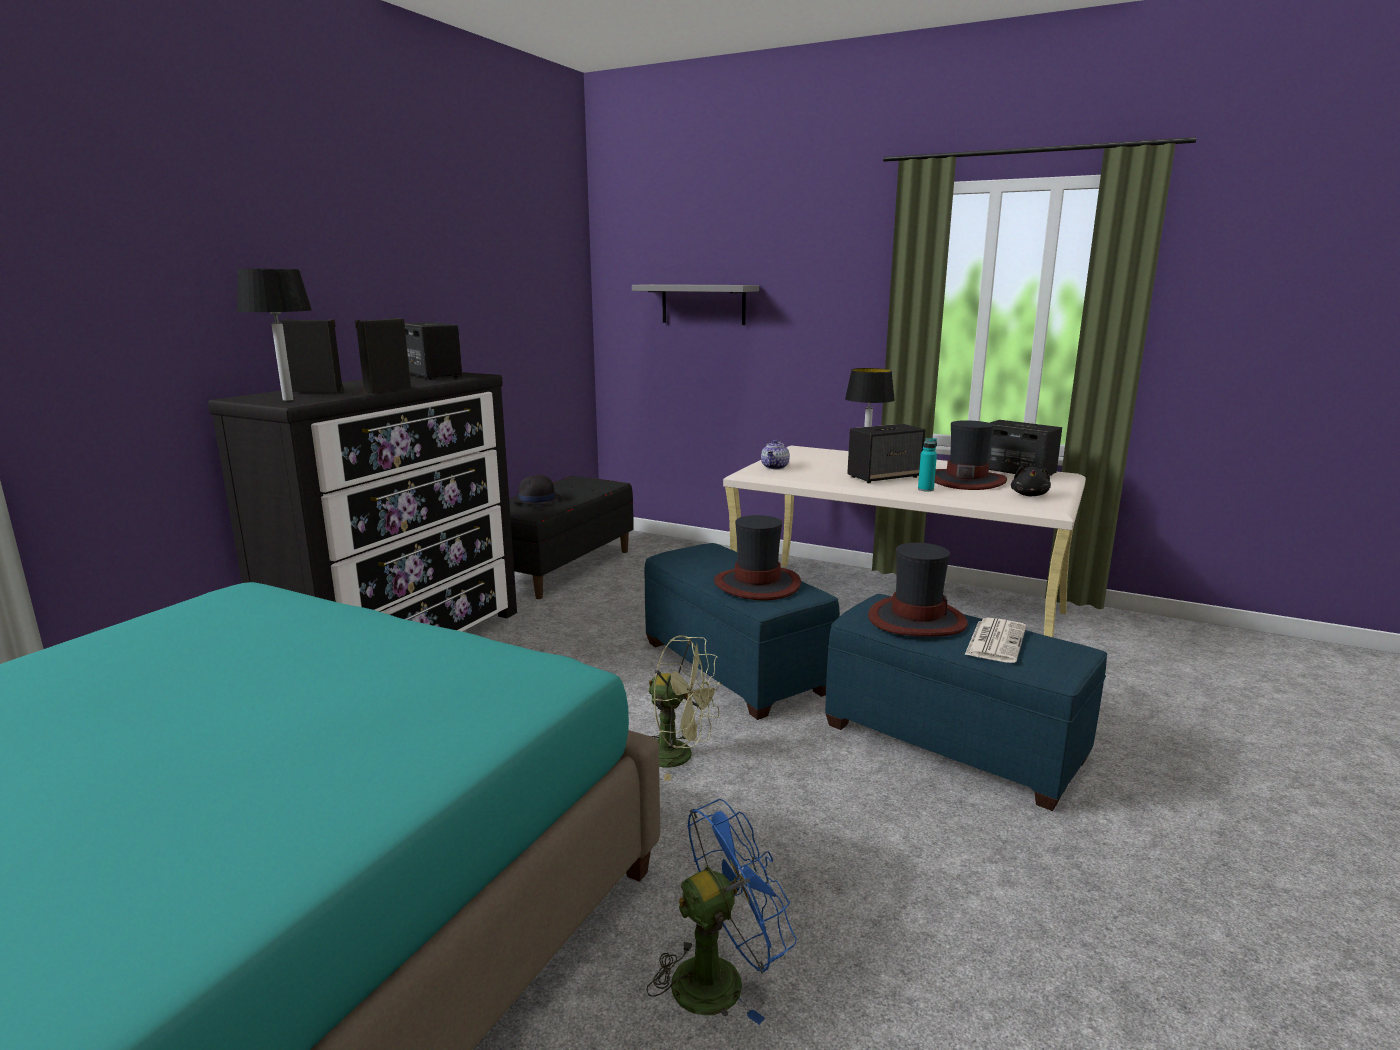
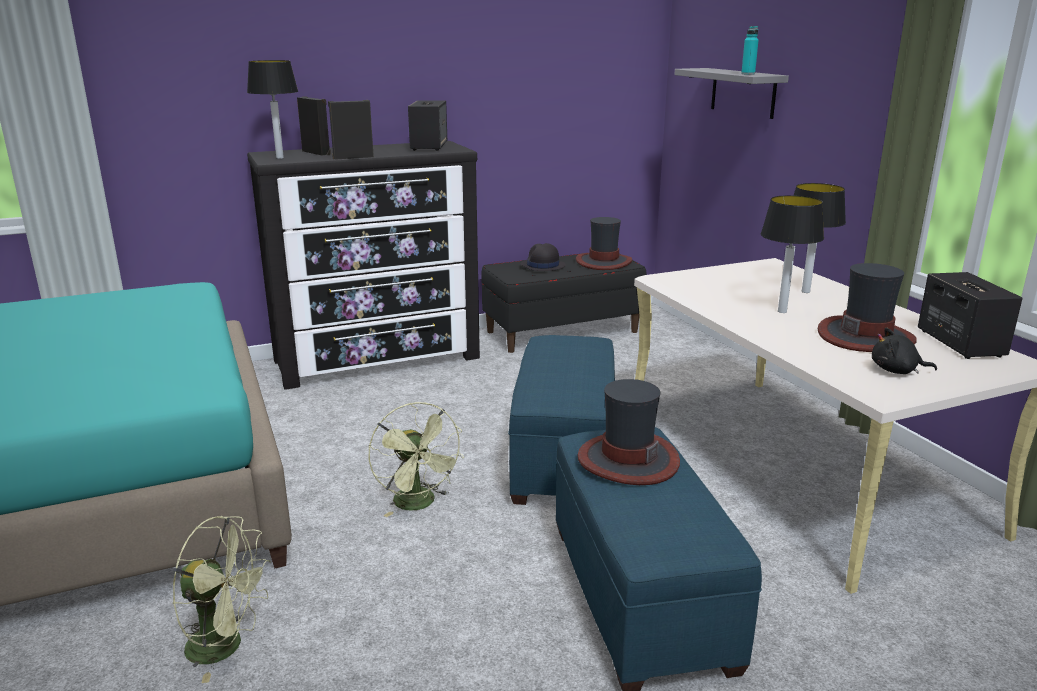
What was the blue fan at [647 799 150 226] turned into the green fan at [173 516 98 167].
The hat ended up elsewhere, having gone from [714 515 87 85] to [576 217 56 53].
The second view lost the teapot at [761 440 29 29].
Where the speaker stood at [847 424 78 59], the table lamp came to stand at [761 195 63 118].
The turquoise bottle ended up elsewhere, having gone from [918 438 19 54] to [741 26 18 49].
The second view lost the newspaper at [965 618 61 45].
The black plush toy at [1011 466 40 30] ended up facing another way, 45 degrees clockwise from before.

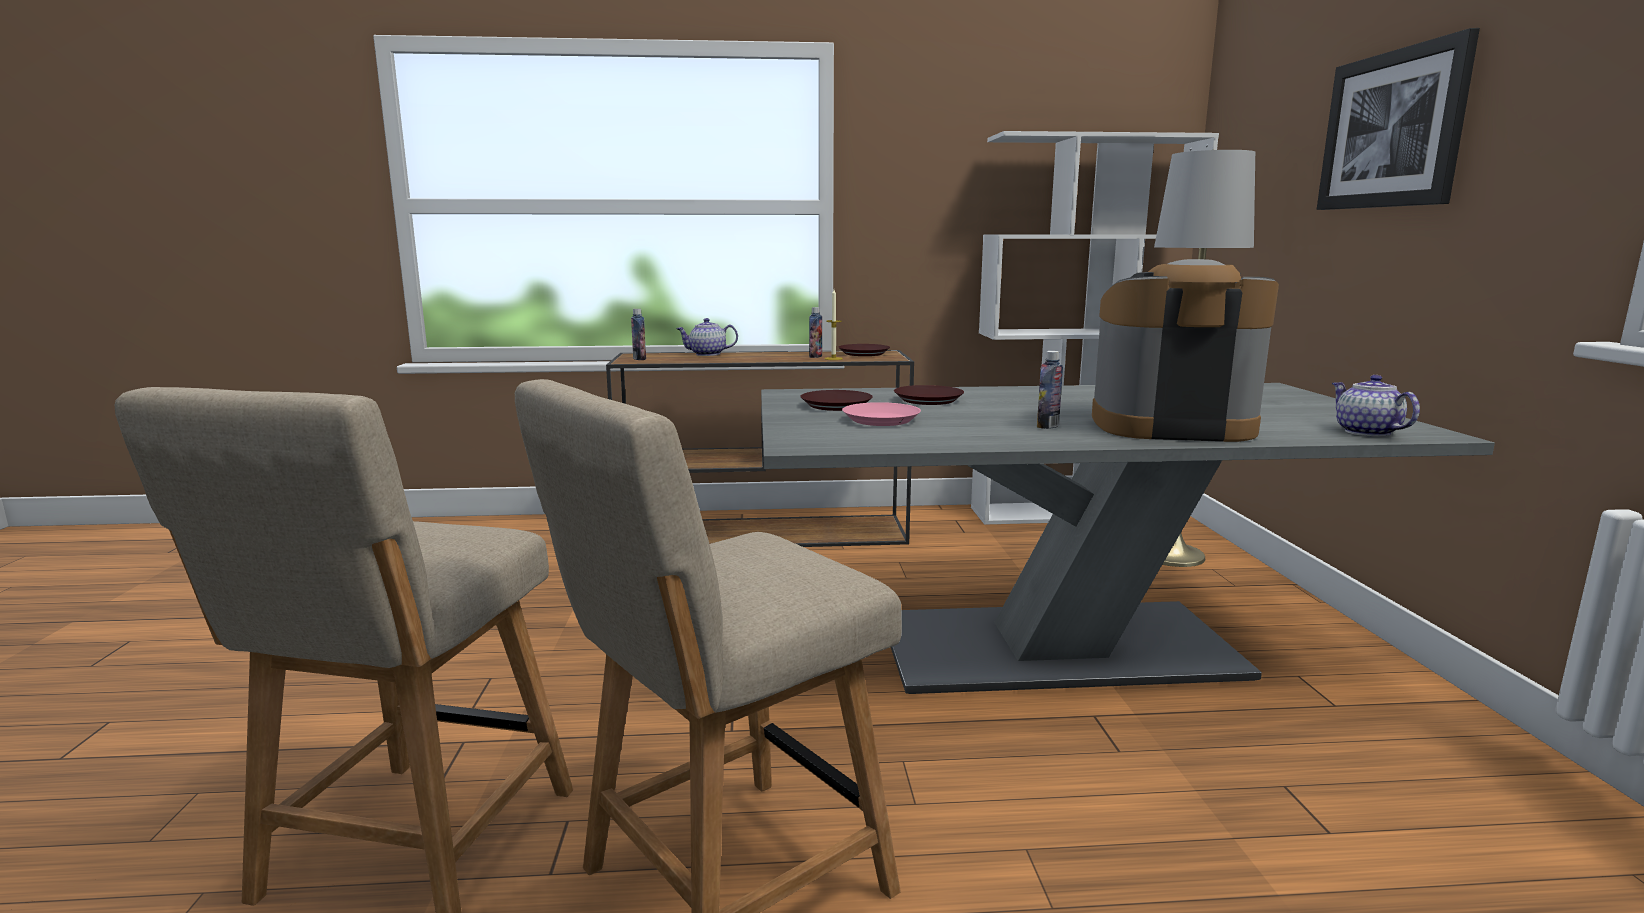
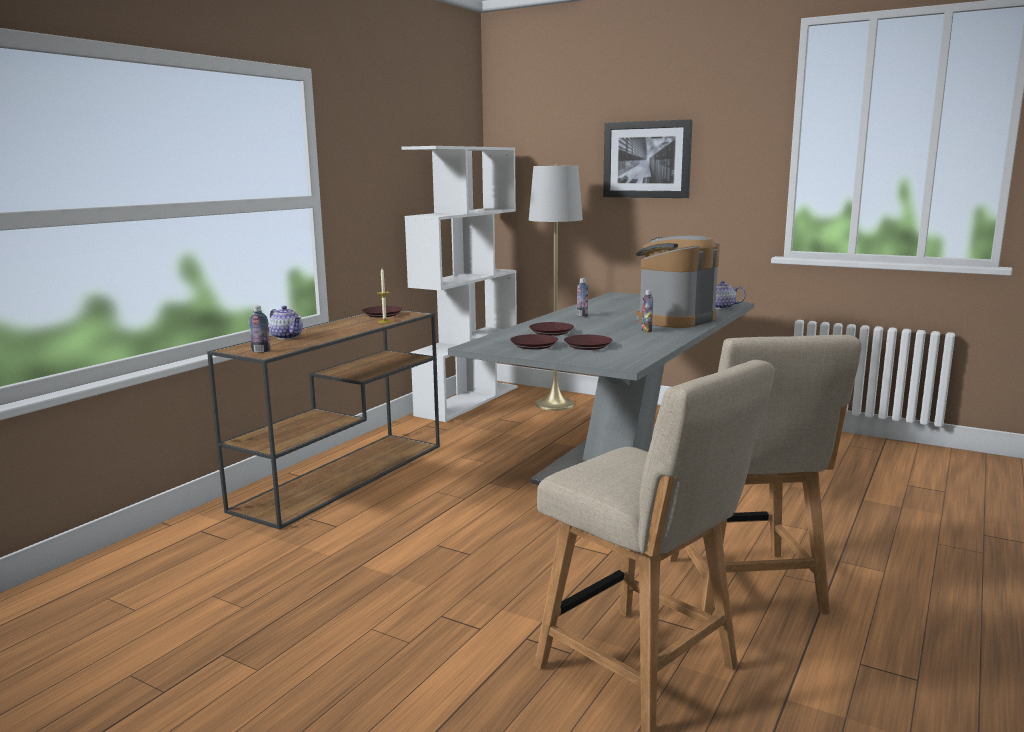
The teapot at [676 318 62 38] ended up facing another way, 75 degrees counterclockwise from before.
The bottle ended up elsewhere, having gone from [809 307 13 51] to [577 278 11 39].
What was the pink plate at [842 402 79 24] turned into the brown plate at [564 335 48 15].

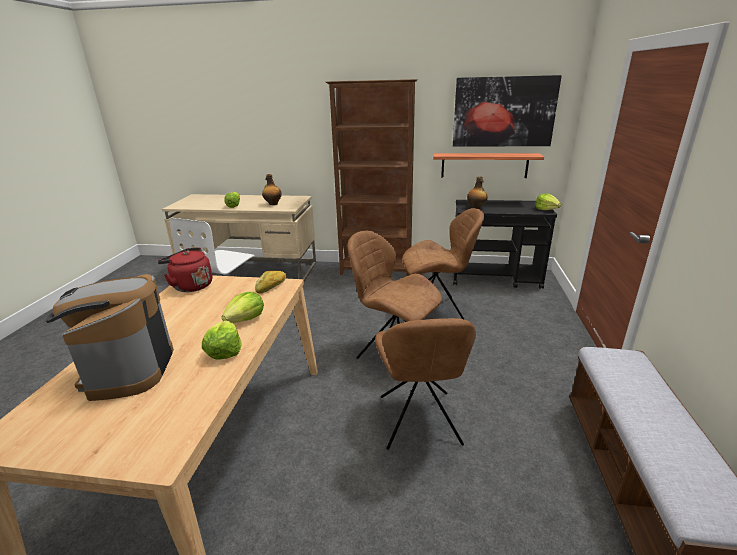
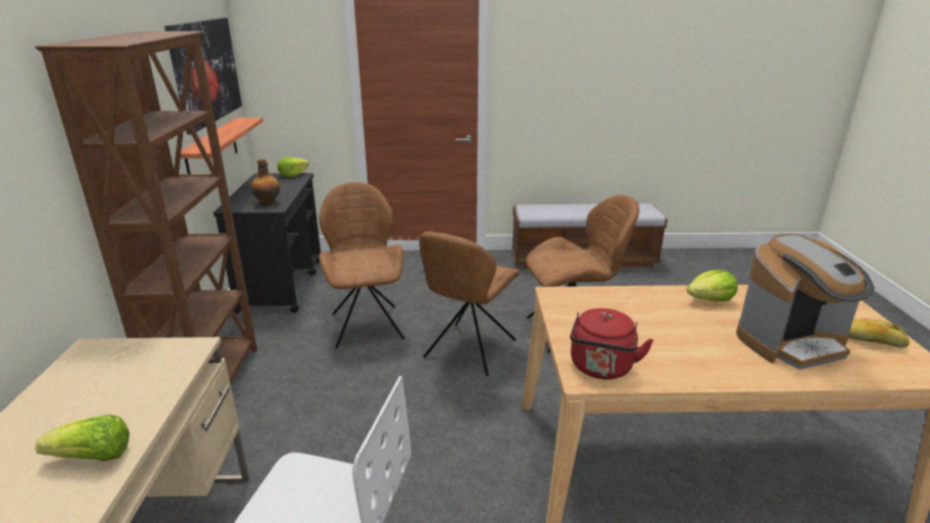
The second view lost the lettuce at [222 292 42 31].
The bread ended up elsewhere, having gone from [255 270 32 24] to [848 320 61 28].
The second view lost the bottle at [262 174 20 31].

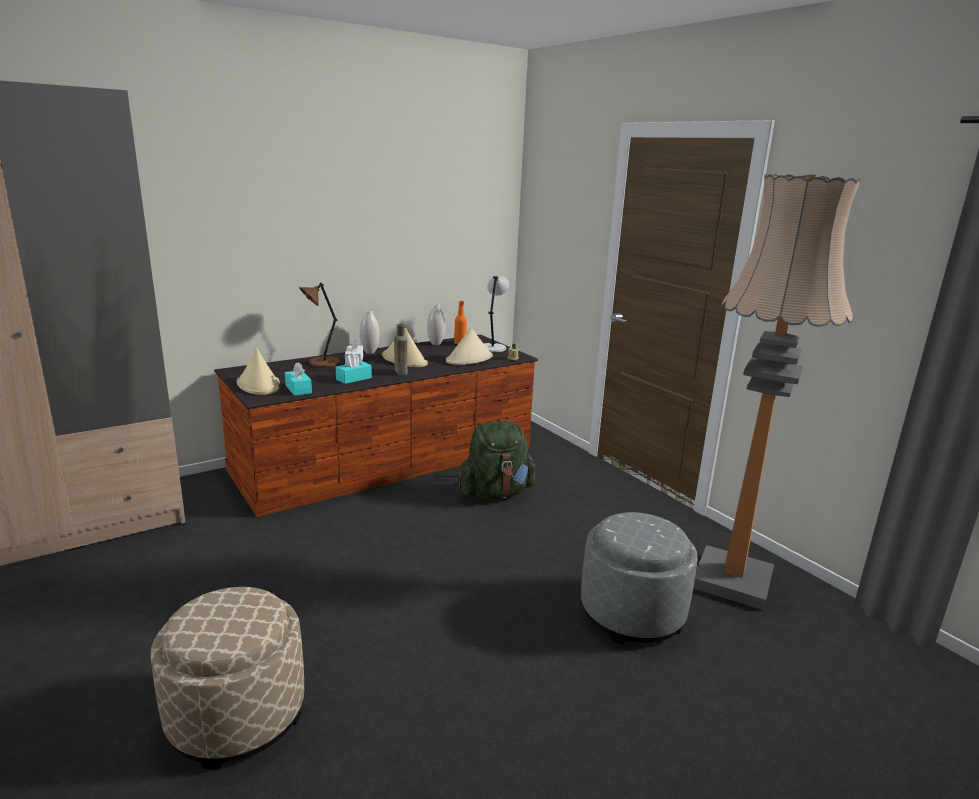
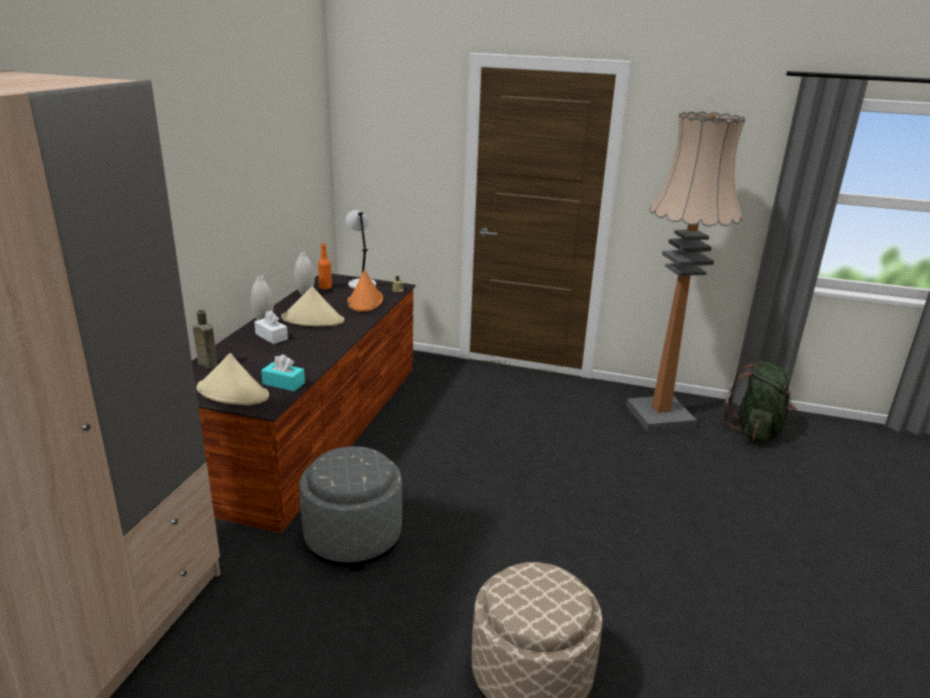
The second view lost the brown table lamp at [299 283 41 85].
The second view lost the turquoise tissue box at [336 353 36 31].
The brown bottle ended up elsewhere, having gone from [394 324 14 51] to [193 310 24 58].
What was the beige hat at [446 327 47 38] turned into the orange hat at [347 270 36 42].
The green backpack ended up elsewhere, having gone from [458 421 78 79] to [723 361 74 81].
The grey ottoman ended up elsewhere, having gone from [581 512 117 133] to [299 446 103 125].

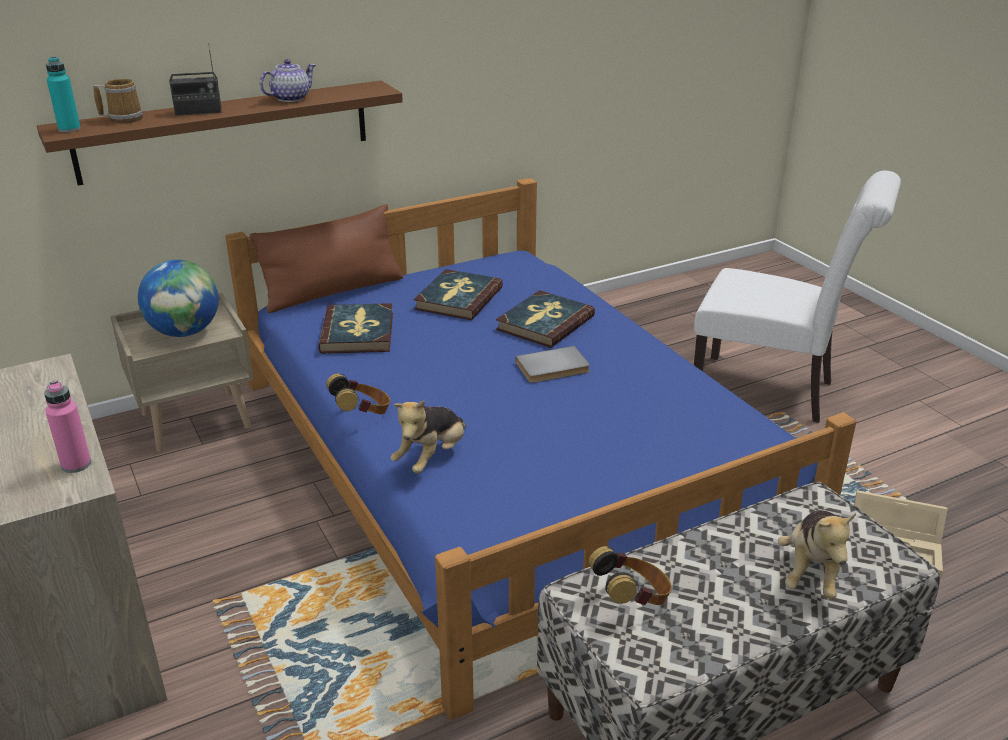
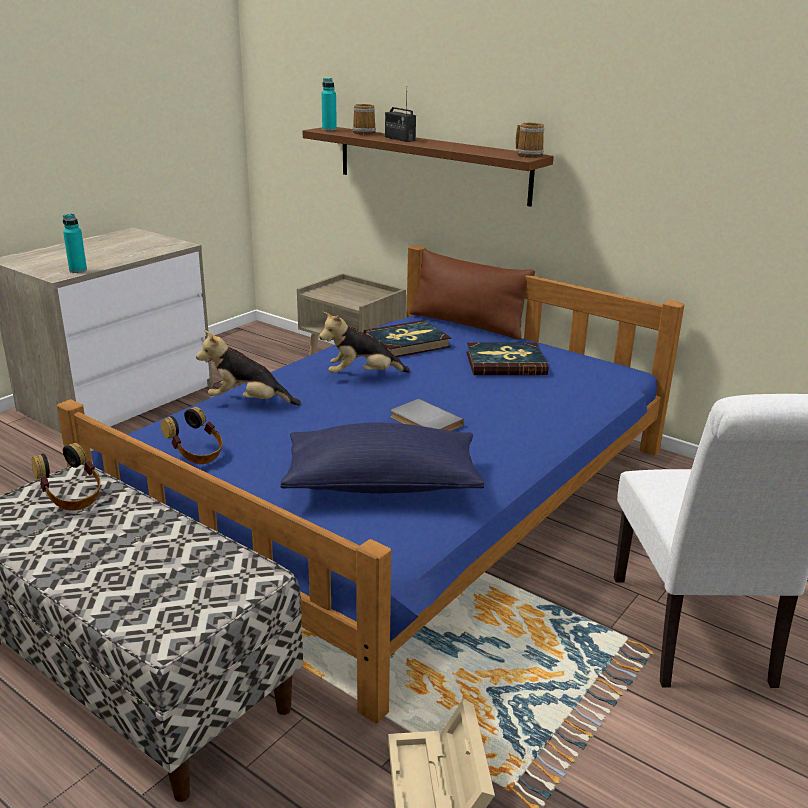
What was the pink bottle at [44 381 47 92] turned into the turquoise bottle at [63 214 24 59].
The second view lost the globe at [138 260 81 77].
The second view lost the teapot at [260 59 56 43].
The headphones ended up elsewhere, having gone from [326 373 64 41] to [161 407 62 57].
The second view lost the book at [496 290 99 58].
The plush toy ended up elsewhere, having gone from [778 510 78 89] to [319 312 91 61].
The second view gained the blue pillow at [281 422 203 72].
The second view gained the mug at [516 123 28 35].

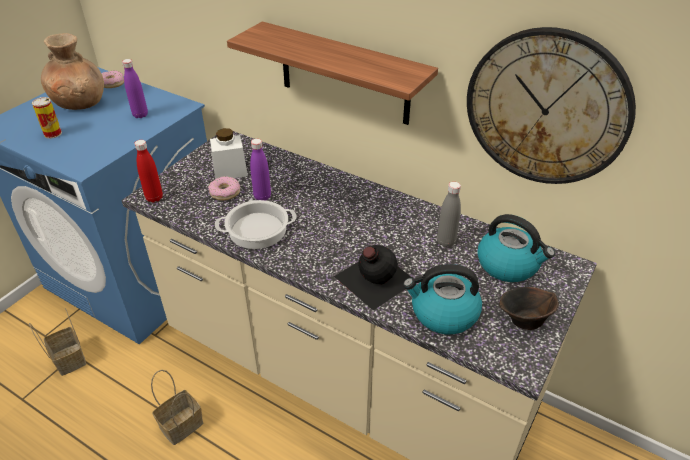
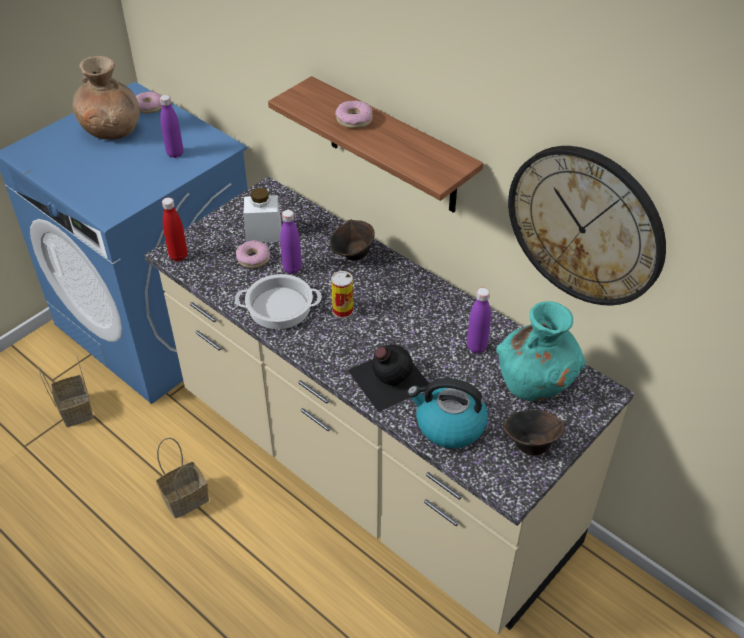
The can ended up elsewhere, having gone from [32 97 30 42] to [331 271 22 47].
What was the grey bottle at [437 182 24 65] turned into the purple bottle at [467 288 24 65].
Where the kettle stood at [477 214 78 68], the turquoise vase came to stand at [496 301 89 100].
The second view gained the brown bowl at [330 220 45 41].
The second view gained the donut at [335 100 38 29].

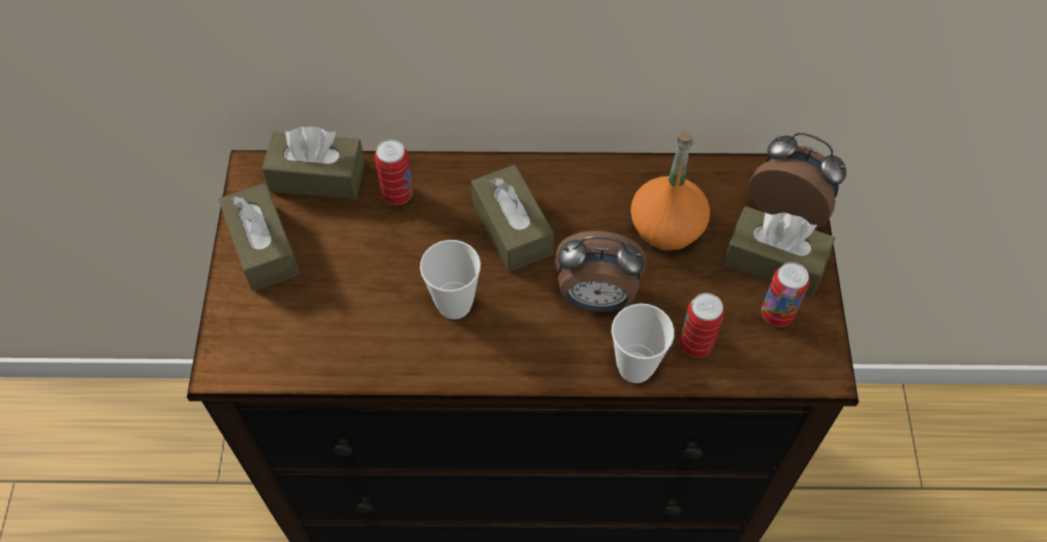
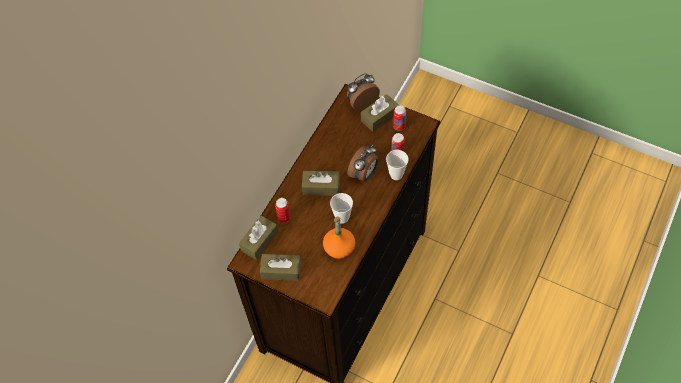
The orange bottle ended up elsewhere, having gone from [631 131 79 120] to [323 217 33 42].

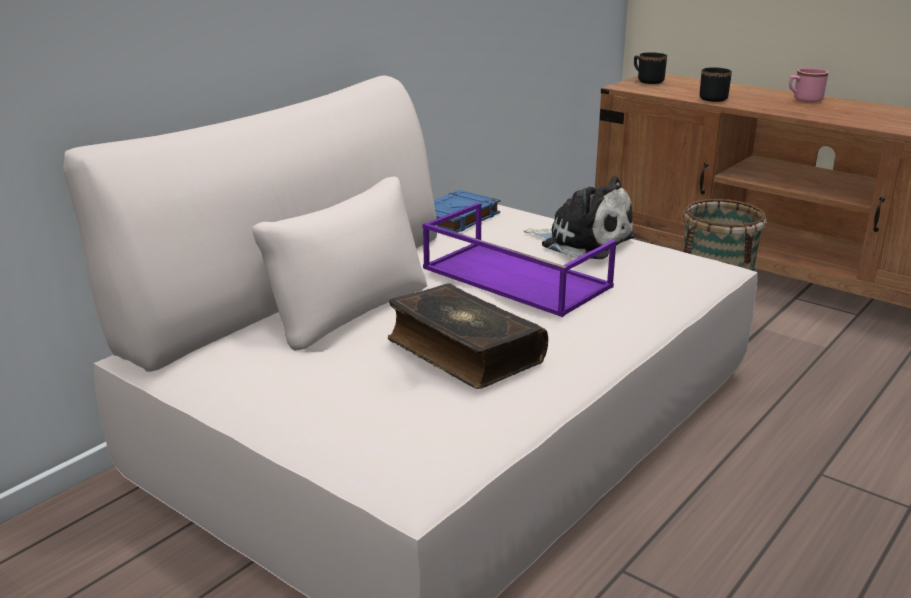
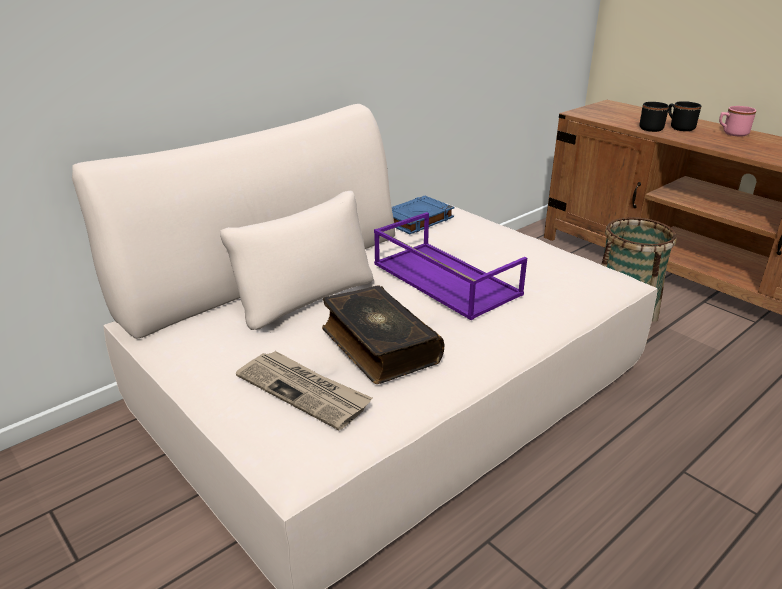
The second view lost the plush toy at [524 176 111 83].
The black mug ended up elsewhere, having gone from [634 52 33 32] to [668 101 33 30].
The second view gained the newspaper at [236 351 136 79].

